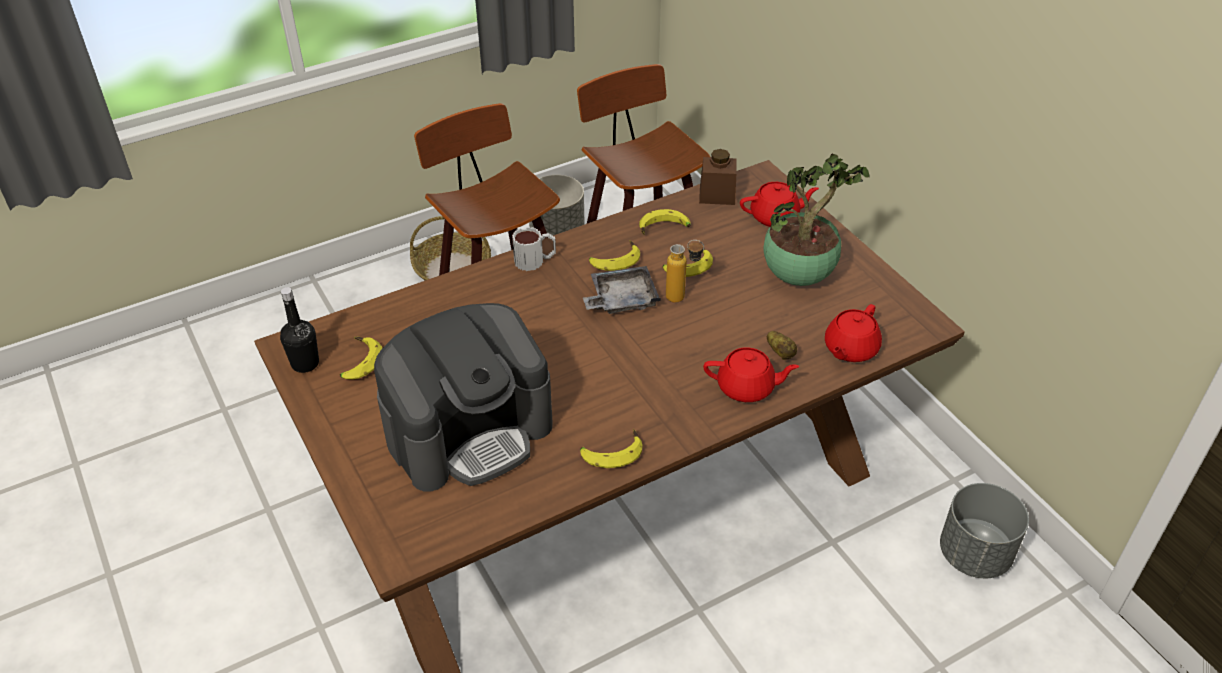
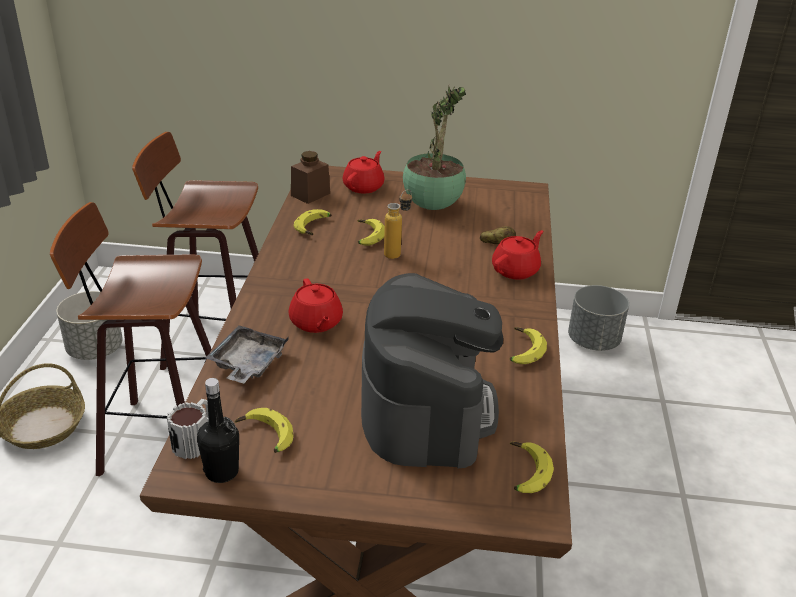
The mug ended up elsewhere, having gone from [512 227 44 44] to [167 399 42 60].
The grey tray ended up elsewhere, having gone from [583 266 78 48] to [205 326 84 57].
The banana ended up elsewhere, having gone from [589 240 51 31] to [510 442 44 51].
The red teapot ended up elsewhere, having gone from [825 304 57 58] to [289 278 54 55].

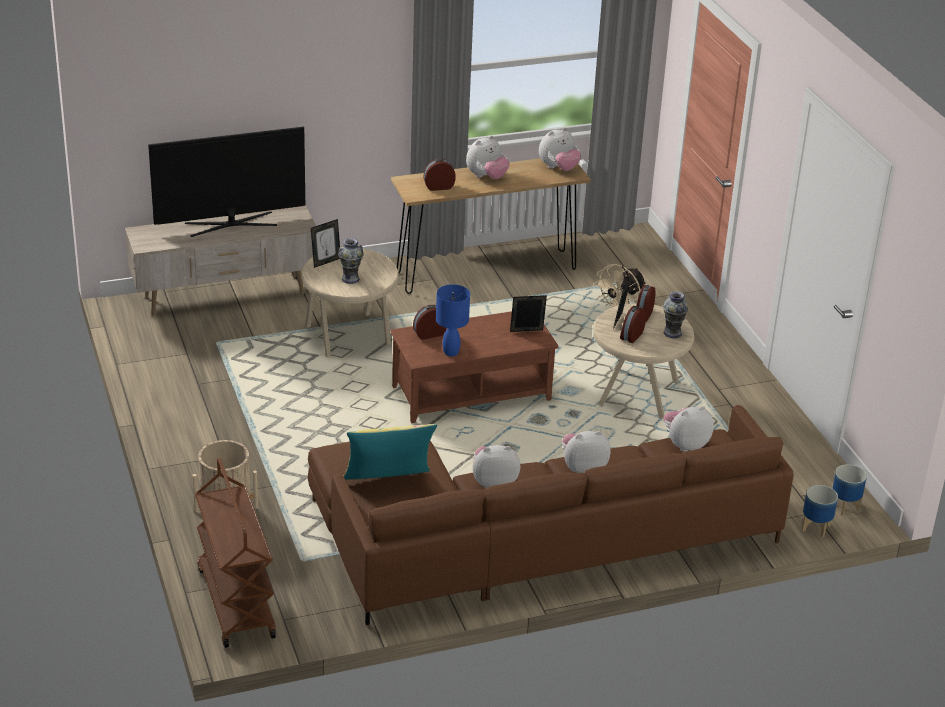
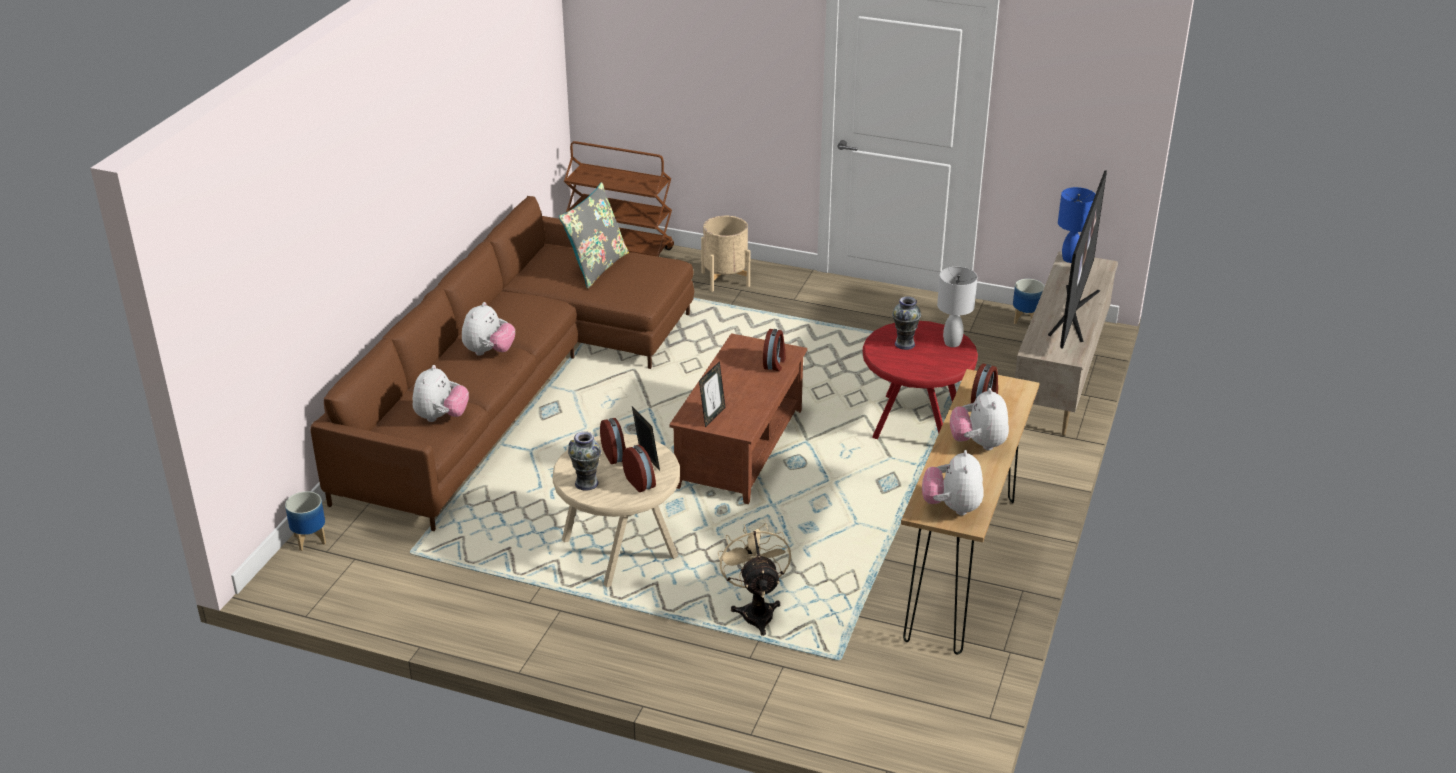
What was the beige side table at [301 249 98 108] turned into the red side table at [863 321 115 118].
Where the picture frame stood at [311 219 29 49], the white table lamp came to stand at [937 267 40 80].
What was the yellow pillow at [344 424 93 56] turned into the grey pillow at [559 182 70 106].
The blue table lamp ended up elsewhere, having gone from [436 284 34 72] to [1058 187 37 76].
The second view lost the plush toy at [473 445 47 43].
The planter ended up elsewhere, having gone from [832 464 35 52] to [1013 279 31 45].

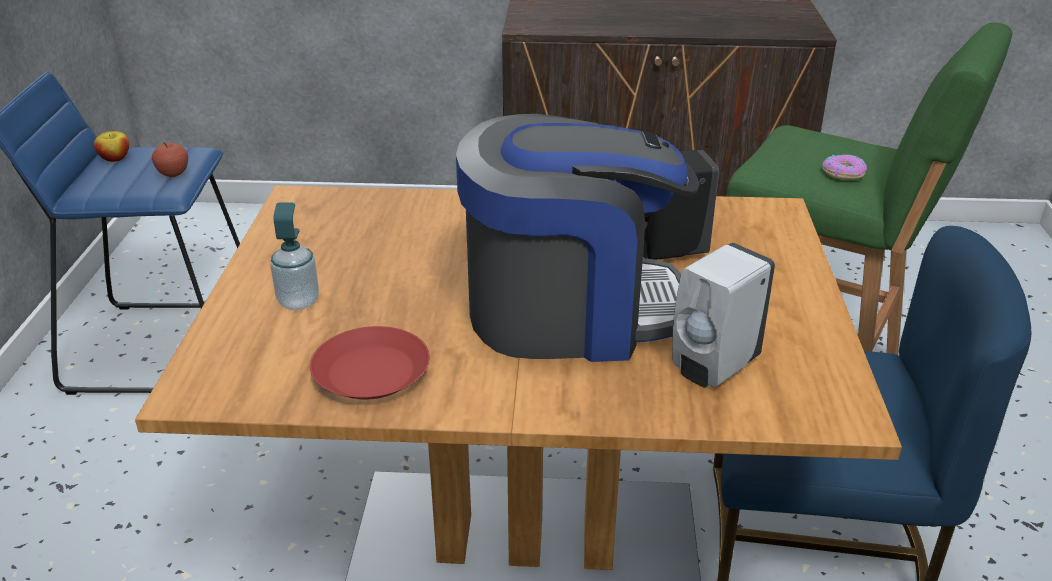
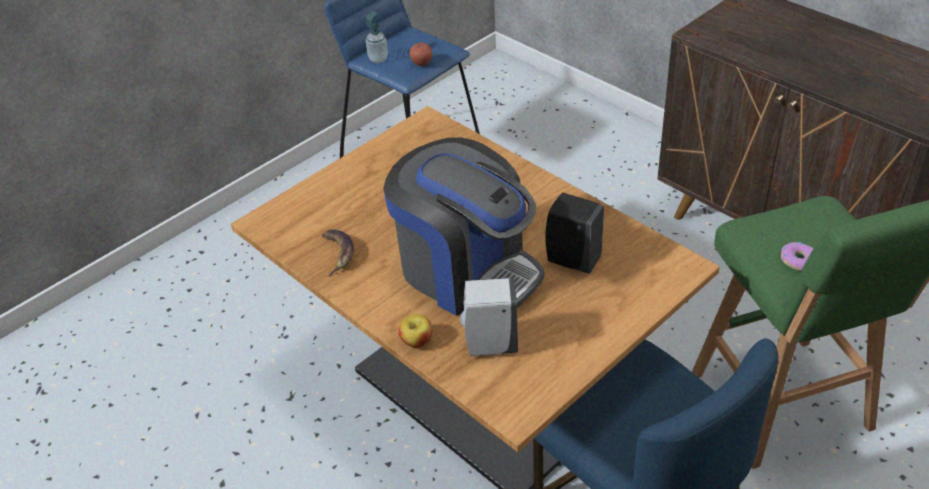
The apple ended up elsewhere, having gone from [94 131 35 31] to [398 314 35 34].
The soap dispenser ended up elsewhere, having gone from [271 202 48 108] to [366 11 22 52].
Where the red plate stood at [310 326 120 74], the banana came to stand at [322 230 32 47].

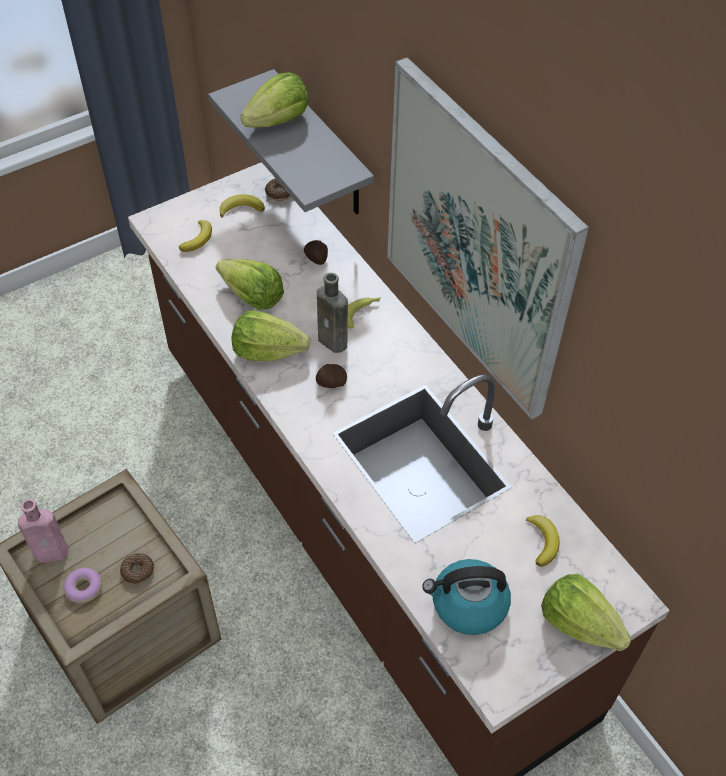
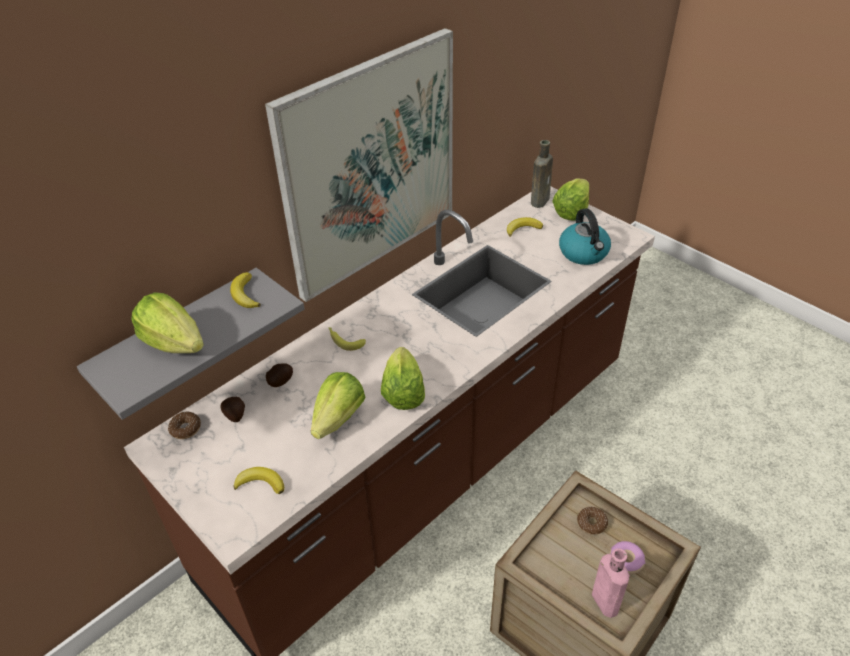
The banana ended up elsewhere, having gone from [220 194 45 23] to [230 272 31 36].
The potato ended up elsewhere, having gone from [316 364 31 24] to [221 397 24 25].
The brown bottle ended up elsewhere, having gone from [317 273 31 80] to [531 140 22 68].

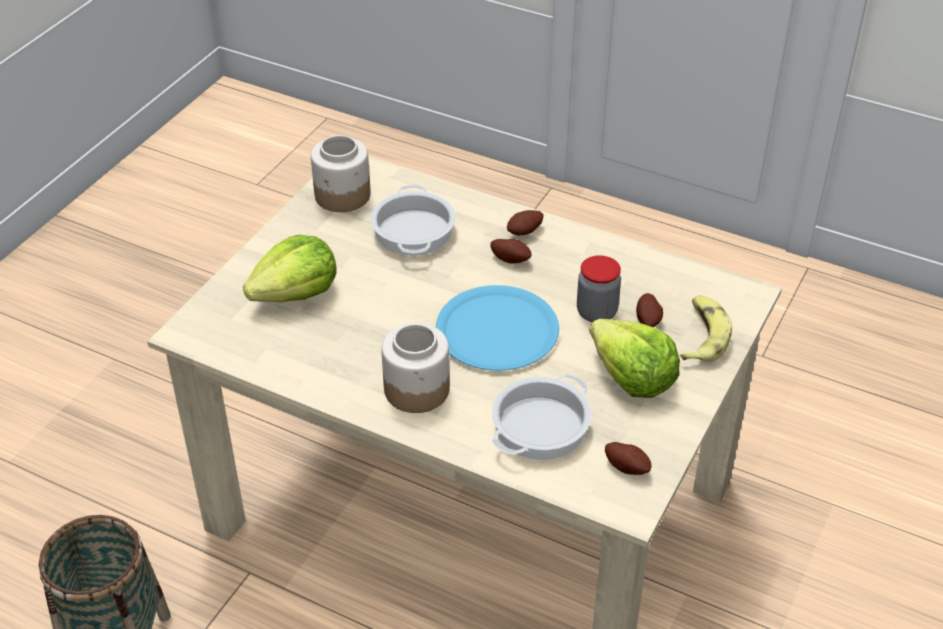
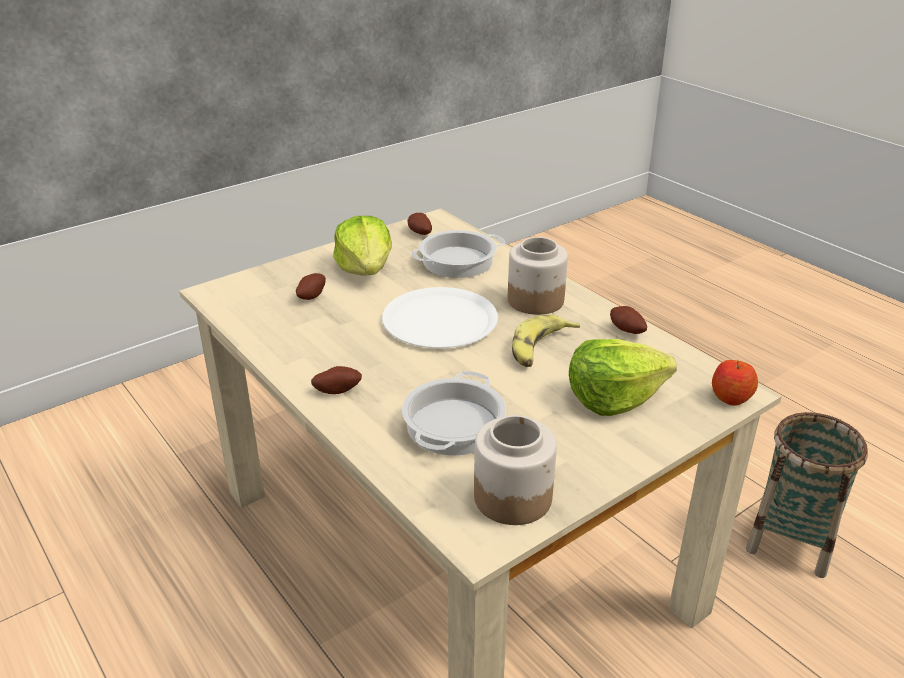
What was the blue plate at [436 285 123 86] turned into the white plate at [382 287 116 61].
The potato ended up elsewhere, having gone from [490 239 41 24] to [610 306 37 28].
The second view lost the jar at [577 255 44 67].
The banana ended up elsewhere, having gone from [680 296 52 66] to [512 315 68 52].
The second view gained the apple at [712 360 46 46].

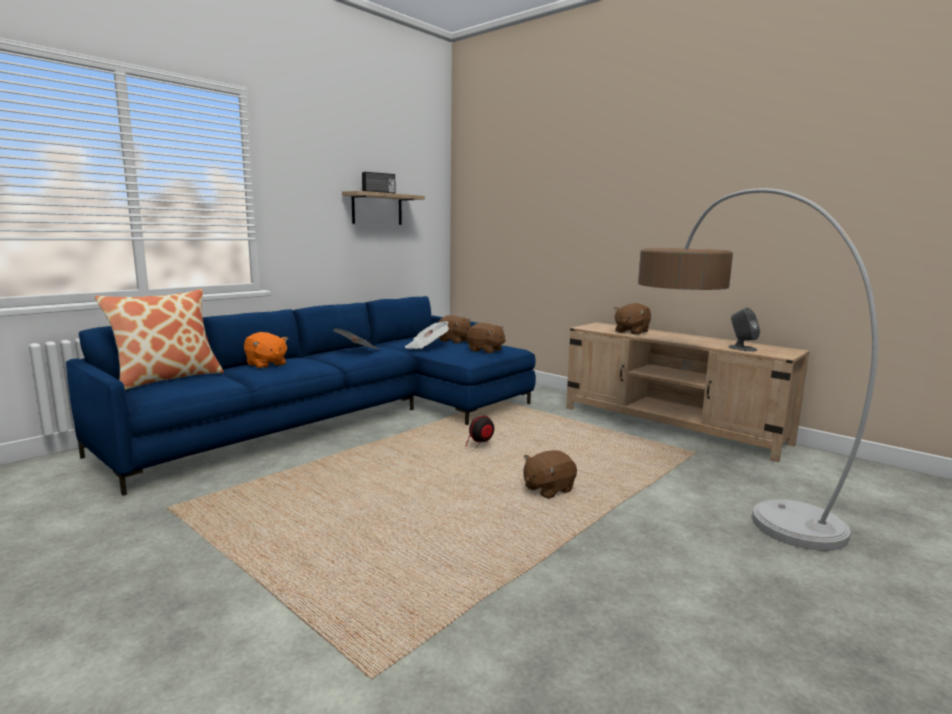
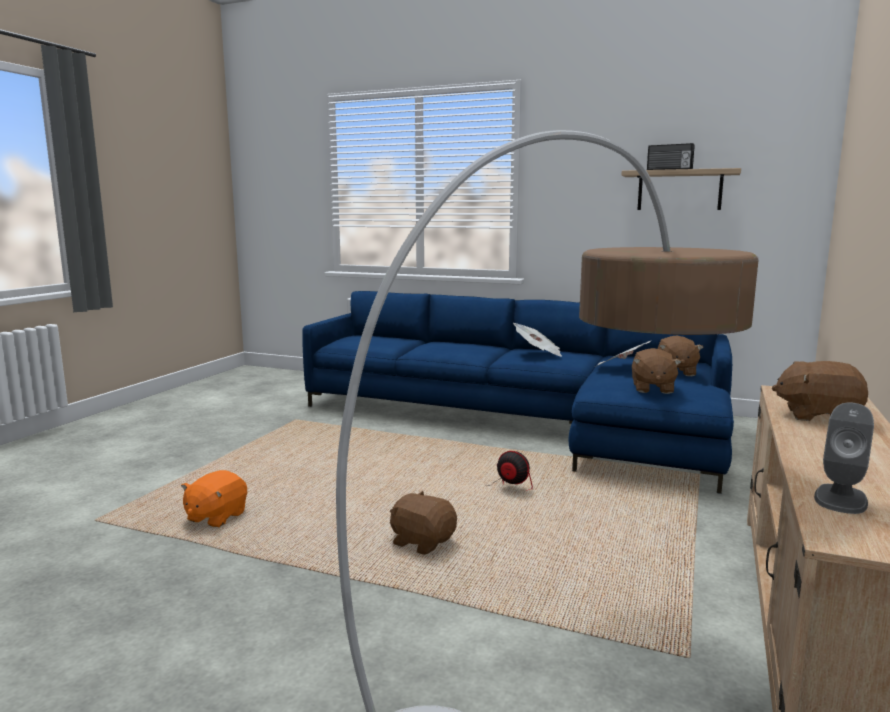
The second view lost the pillow at [95 289 129 101].
The orange plush toy ended up elsewhere, having gone from [244 332 44 37] to [181 470 66 57].

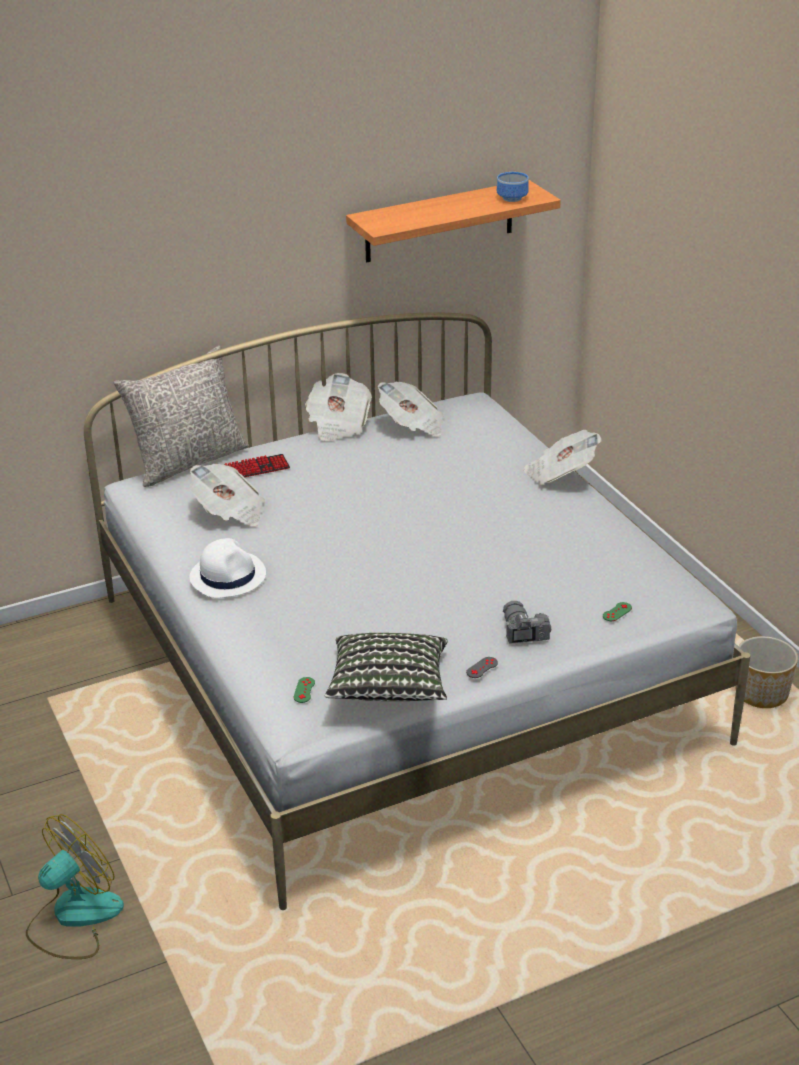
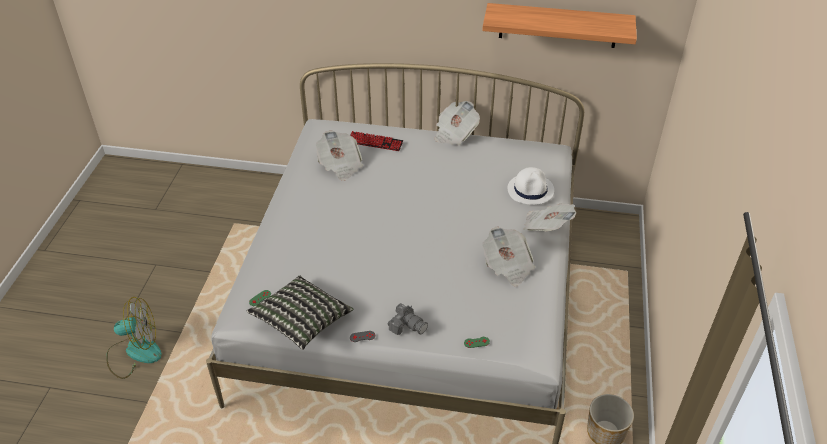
The second view lost the grey pillow at [113 346 136 141].
The white hat ended up elsewhere, having gone from [190 538 76 60] to [508 167 46 38].
The newspaper ended up elsewhere, having gone from [378 382 66 55] to [482 227 53 60].
The second view lost the bowl at [497 172 32 30].
The photo camera at [503 601 48 43] ended up facing another way, 105 degrees clockwise from before.

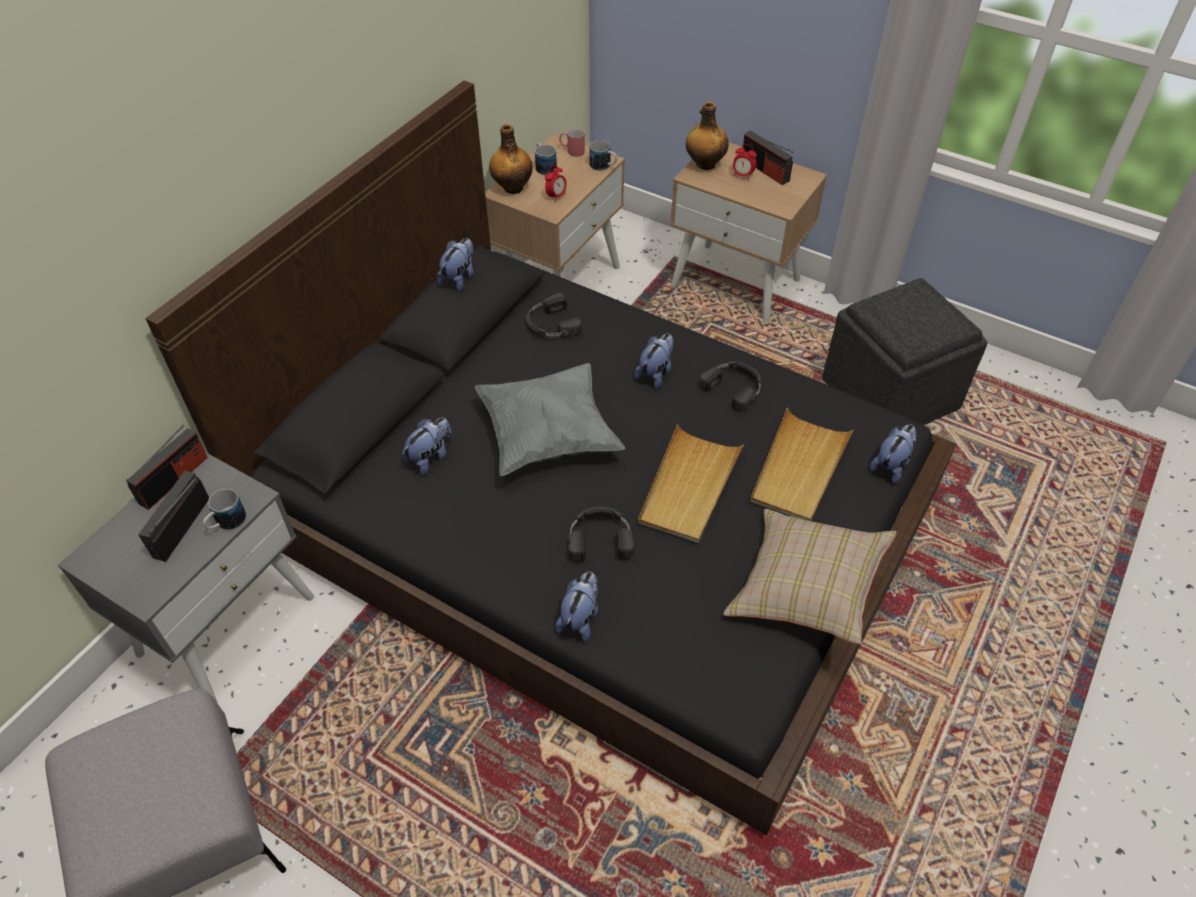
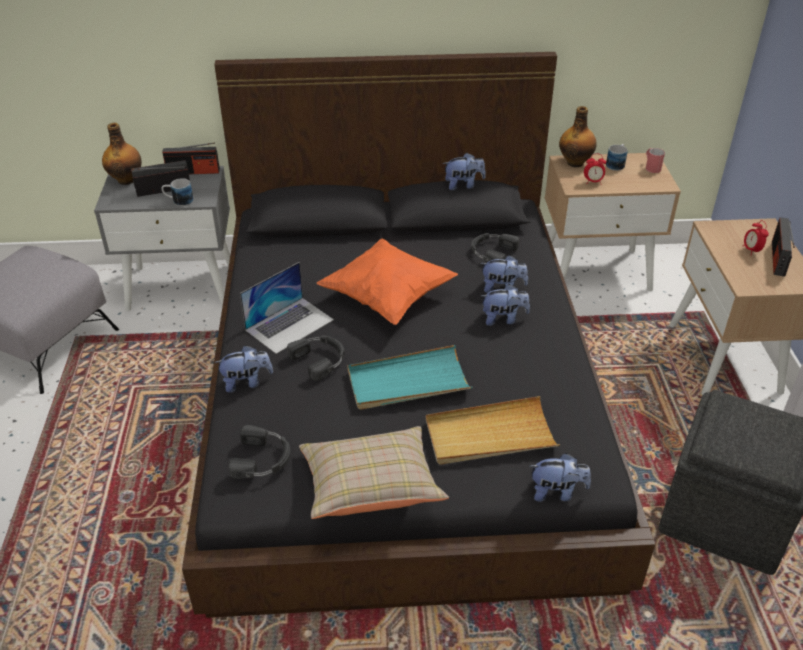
The plush toy ended up elsewhere, having gone from [402 417 50 58] to [480 255 48 38].
What was the grey pillow at [475 363 150 113] turned into the orange pillow at [317 238 141 87].
The second view lost the mug at [589 140 28 31].
What was the beige tray at [638 424 106 119] turned into the turquoise tray at [347 345 125 65].
The bottle ended up elsewhere, having gone from [686 102 42 68] to [102 123 40 62].
The black headphones ended up elsewhere, having gone from [699 361 62 51] to [228 425 63 54].
The second view gained the laptop at [240 262 94 92].

